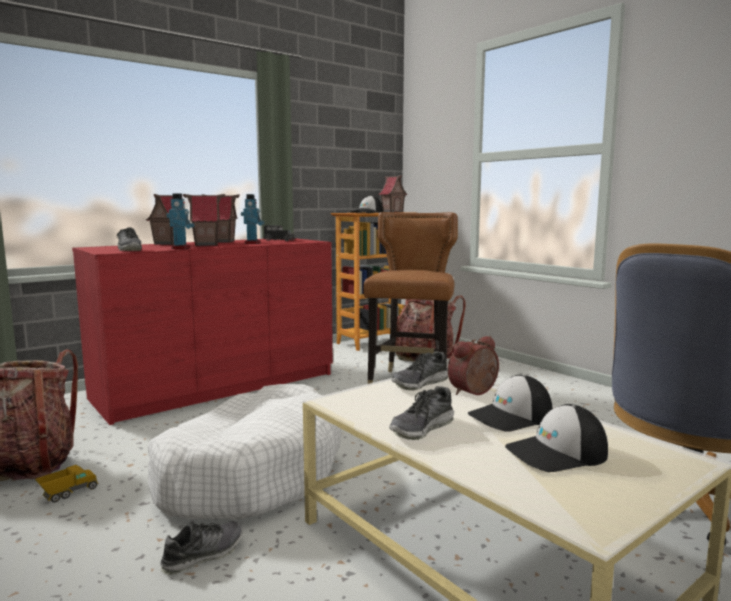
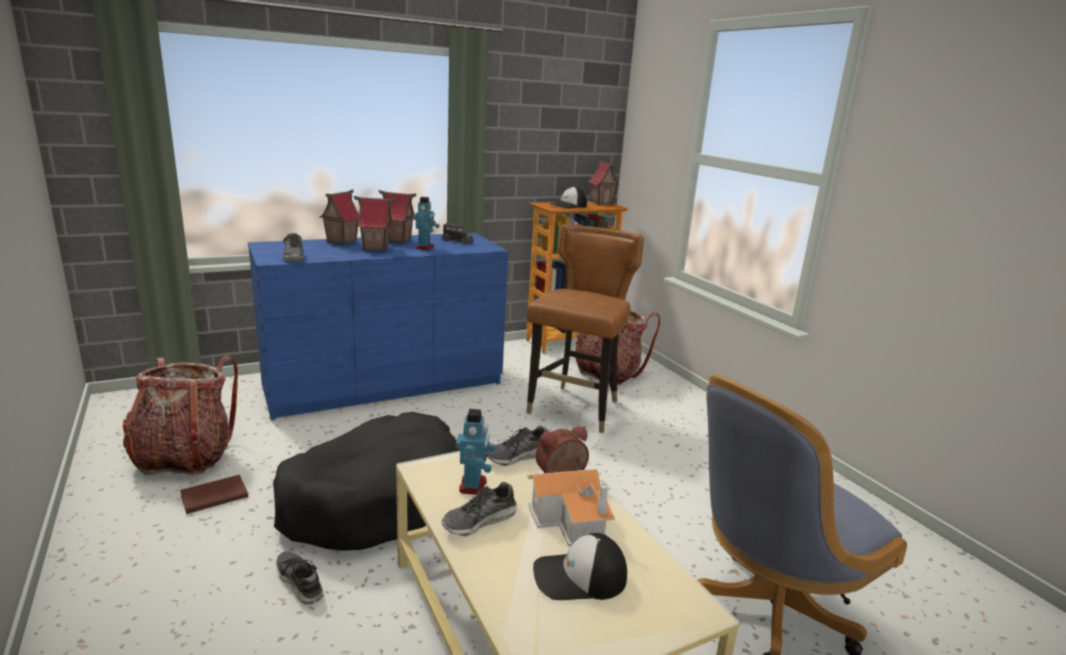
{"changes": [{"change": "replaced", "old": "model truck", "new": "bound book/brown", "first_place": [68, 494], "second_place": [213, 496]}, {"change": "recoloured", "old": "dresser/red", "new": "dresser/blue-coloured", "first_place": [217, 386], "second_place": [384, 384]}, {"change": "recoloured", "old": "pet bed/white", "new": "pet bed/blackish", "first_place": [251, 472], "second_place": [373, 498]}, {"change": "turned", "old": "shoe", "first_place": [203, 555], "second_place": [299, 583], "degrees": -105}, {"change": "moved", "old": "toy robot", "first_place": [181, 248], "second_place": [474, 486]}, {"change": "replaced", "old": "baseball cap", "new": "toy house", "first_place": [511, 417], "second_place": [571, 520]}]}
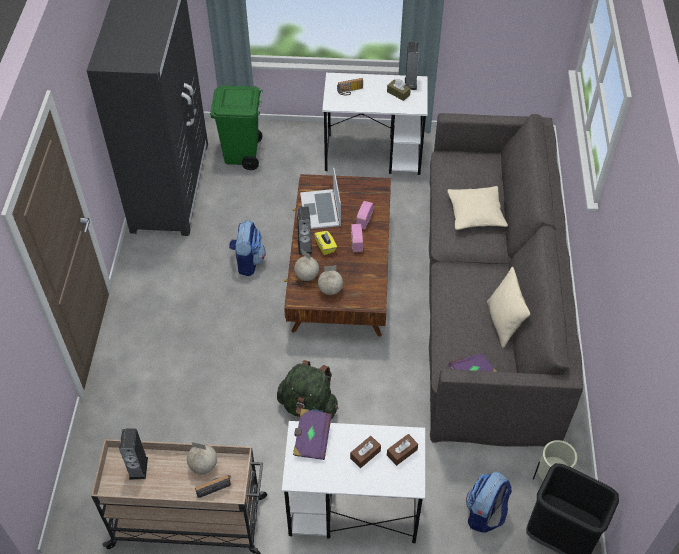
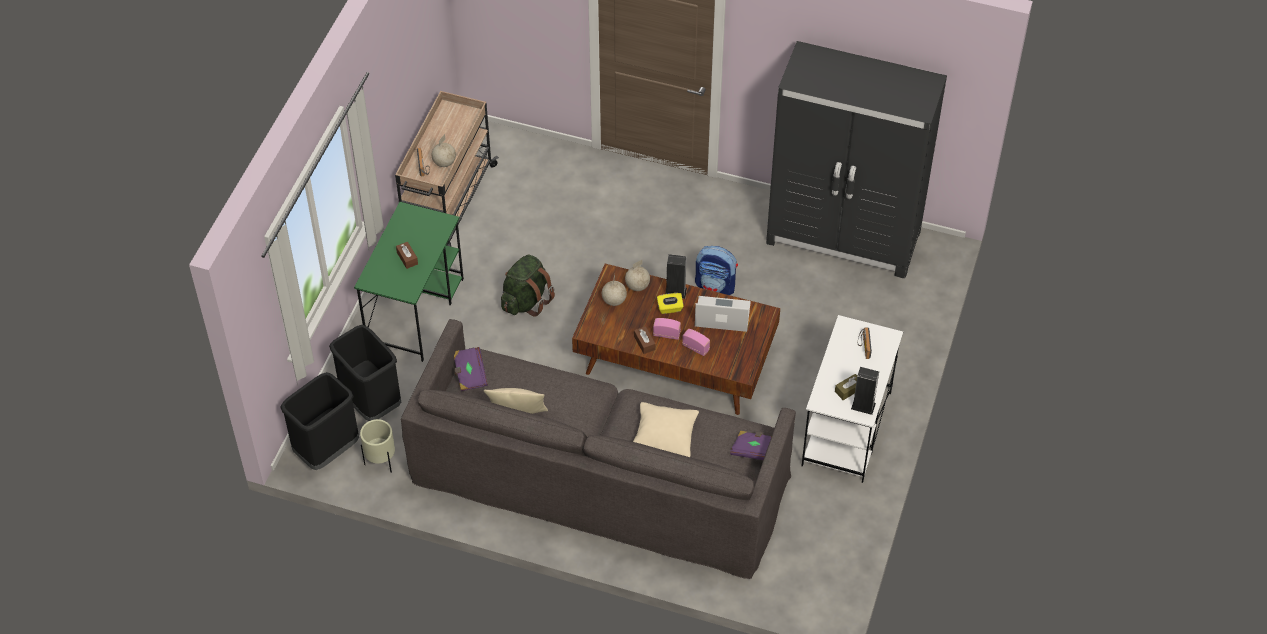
{"changes": [{"change": "removed", "old": "audio speaker", "first_place": [138, 468]}, {"change": "removed", "old": "waste bin/green", "first_place": [242, 155]}, {"change": "recoloured", "old": "desk table/white", "new": "desk table/green", "first_place": [352, 507], "second_place": [415, 311]}, {"change": "moved", "old": "bound book/purple-coloured", "first_place": [311, 439], "second_place": [754, 450]}, {"change": "moved", "old": "tissue holder/brown", "first_place": [402, 452], "second_place": [644, 343]}, {"change": "replaced", "old": "backpack", "new": "waste bin/blackish", "first_place": [485, 513], "second_place": [371, 403]}]}
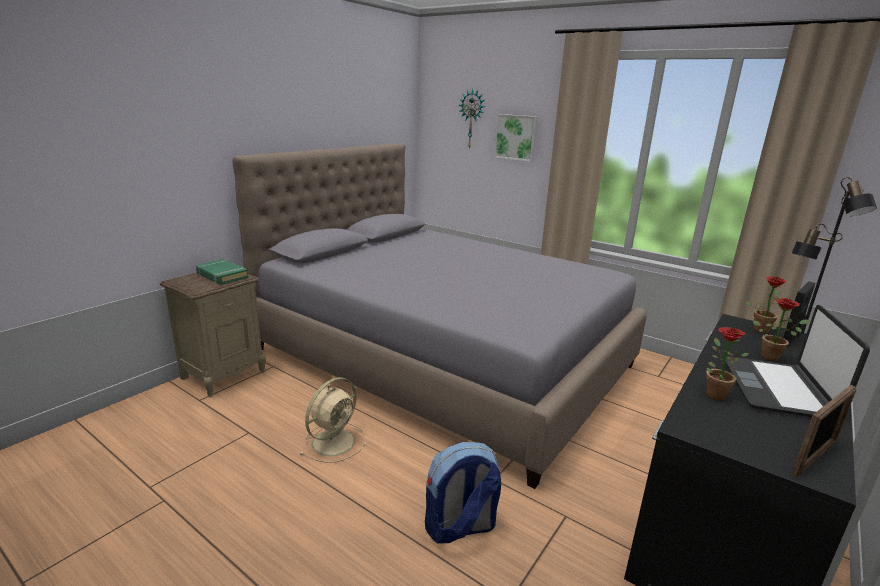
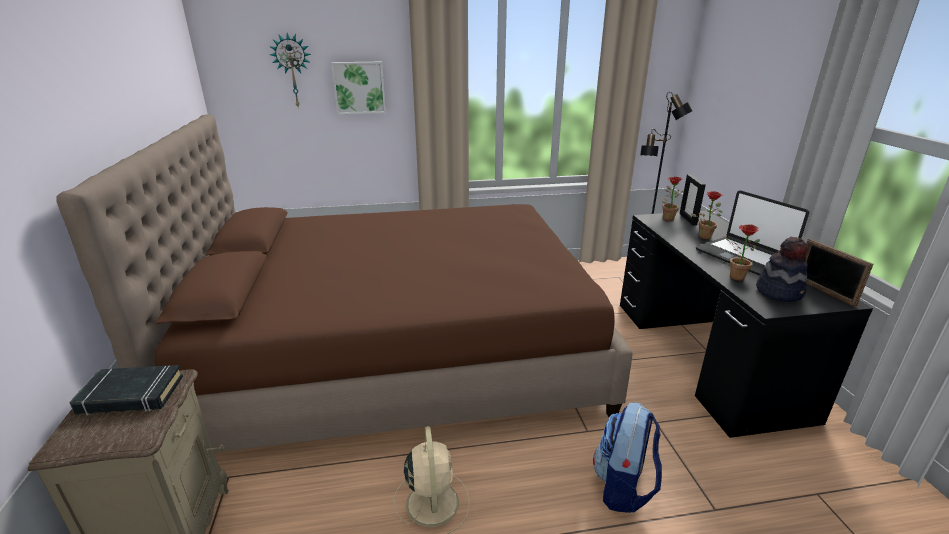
{"changes": [{"change": "recoloured", "old": "bound book/green", "new": "bound book/blackish", "first_place": [222, 275], "second_place": [131, 395]}, {"change": "recoloured", "old": "bed/grey", "new": "bed/brown", "first_place": [442, 357], "second_place": [399, 352]}, {"change": "turned", "old": "standing frame", "first_place": [814, 458], "second_place": [824, 291], "degrees": 150}, {"change": "added", "new": "wearable hat", "second_place": [779, 292]}]}
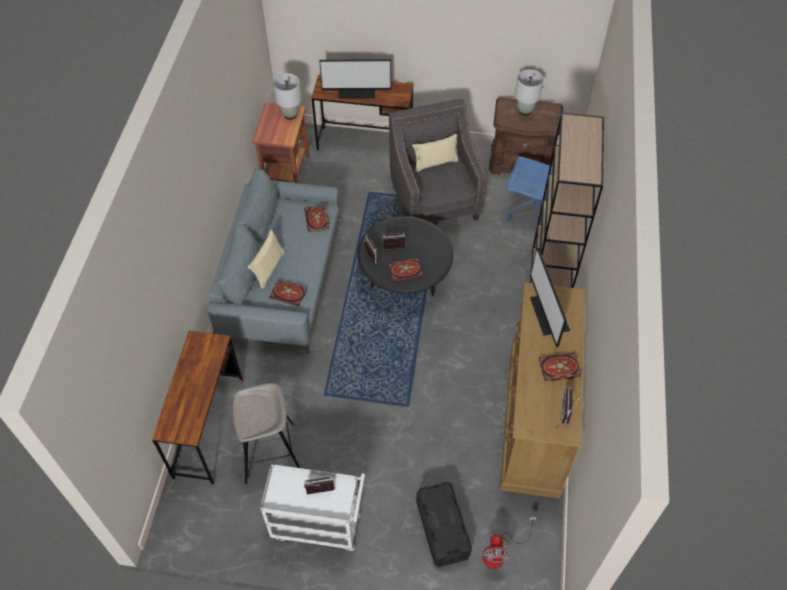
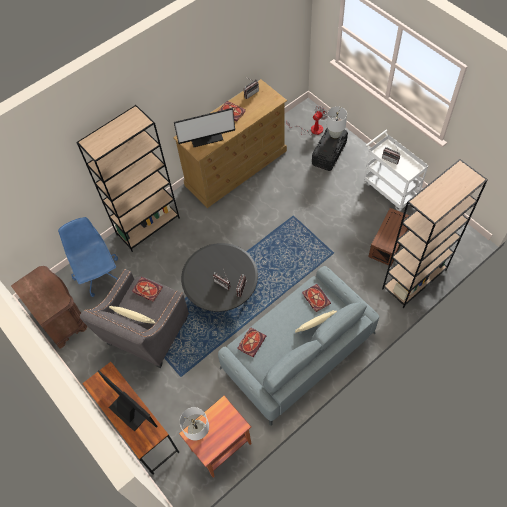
{"changes": [{"change": "replaced", "old": "desk table/brown", "new": "shelving unit/beige-coloured", "first_place": [208, 427], "second_place": [414, 280]}, {"change": "replaced", "old": "stool seat/grey", "new": "storage bin/brown", "first_place": [270, 453], "second_place": [388, 242]}, {"change": "moved", "old": "bound book", "first_place": [406, 270], "second_place": [146, 290]}, {"change": "moved", "old": "lamp for a table/white", "first_place": [524, 111], "second_place": [335, 135]}, {"change": "turned", "old": "computer screen", "first_place": [548, 314], "second_place": [206, 137], "degrees": 45}]}
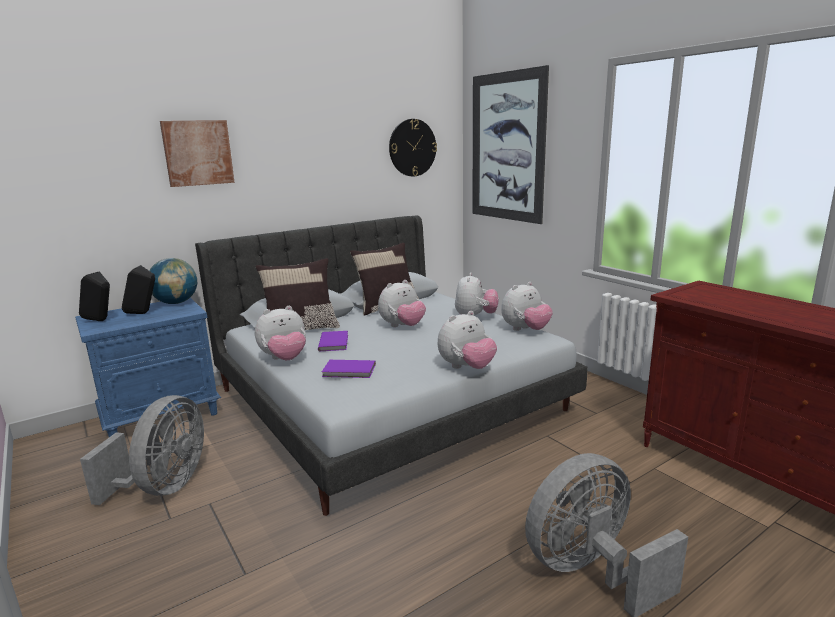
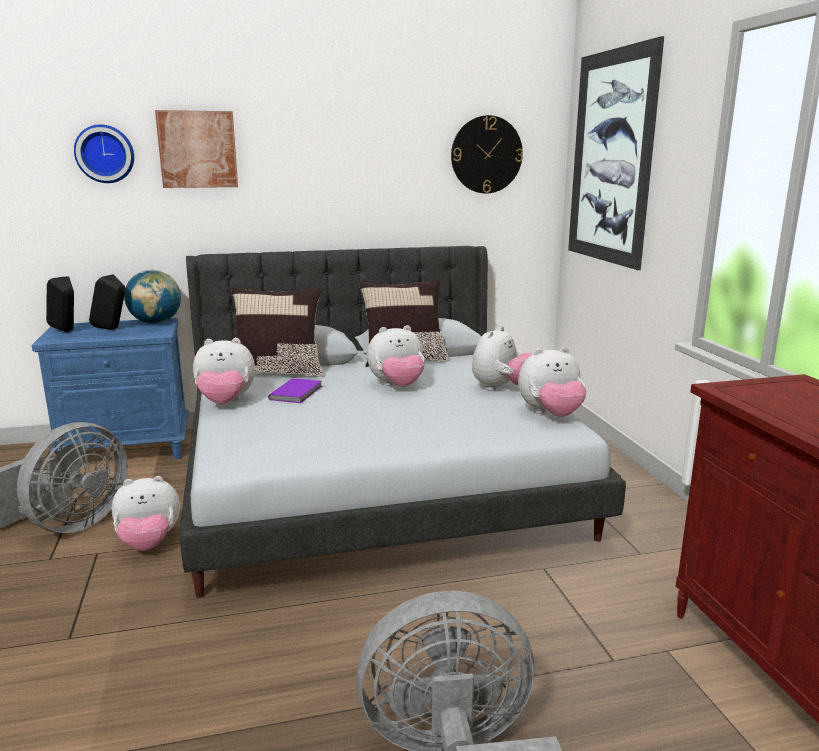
{"changes": [{"change": "removed", "old": "bound book/purple-coloured", "first_place": [349, 371]}, {"change": "moved", "old": "soft toy", "first_place": [466, 368], "second_place": [149, 543]}, {"change": "added", "new": "wall clock", "second_place": [105, 154]}]}
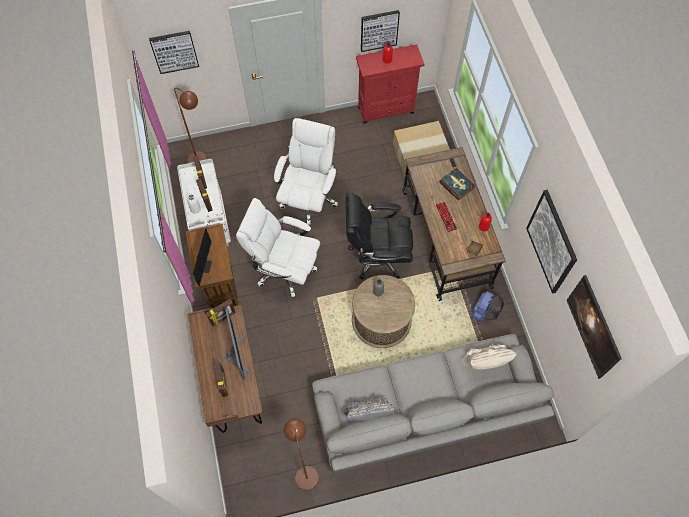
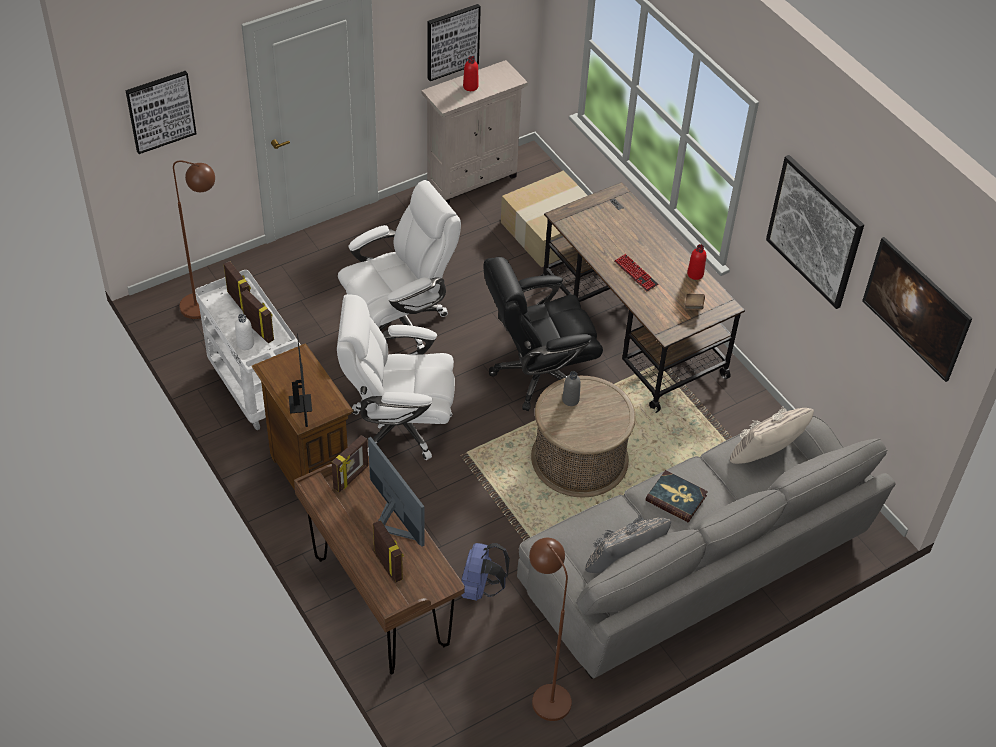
{"changes": [{"change": "turned", "old": "computer chair/white", "first_place": [308, 198], "second_place": [399, 321], "degrees": 60}, {"change": "recoloured", "old": "cupboard/red", "new": "cupboard/beige-coloured", "first_place": [386, 109], "second_place": [472, 179]}, {"change": "moved", "old": "bound book", "first_place": [457, 185], "second_place": [676, 498]}, {"change": "moved", "old": "backpack/blue-coloured", "first_place": [483, 313], "second_place": [481, 588]}]}
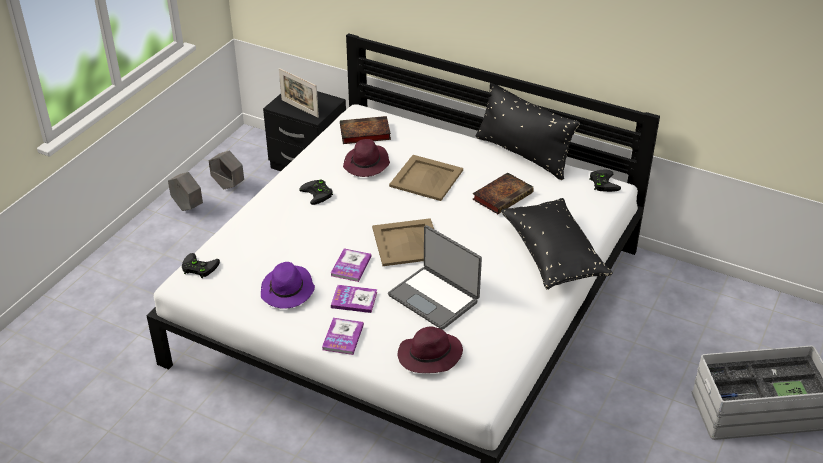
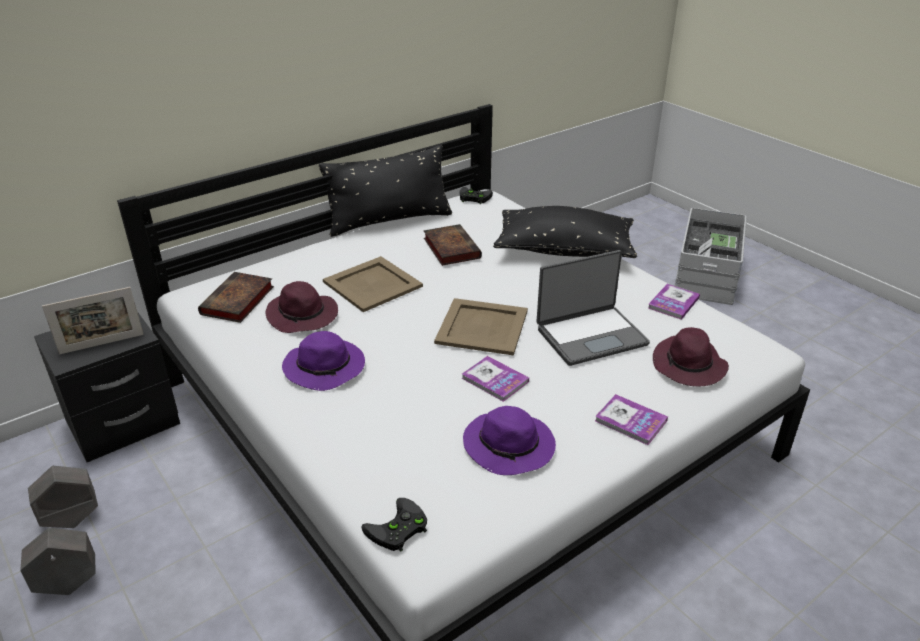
{"changes": [{"change": "replaced", "old": "game controller/blackish", "new": "wearable hat/purple-coloured", "first_place": [318, 194], "second_place": [326, 368]}, {"change": "moved", "old": "bound book", "first_place": [354, 300], "second_place": [673, 303]}]}
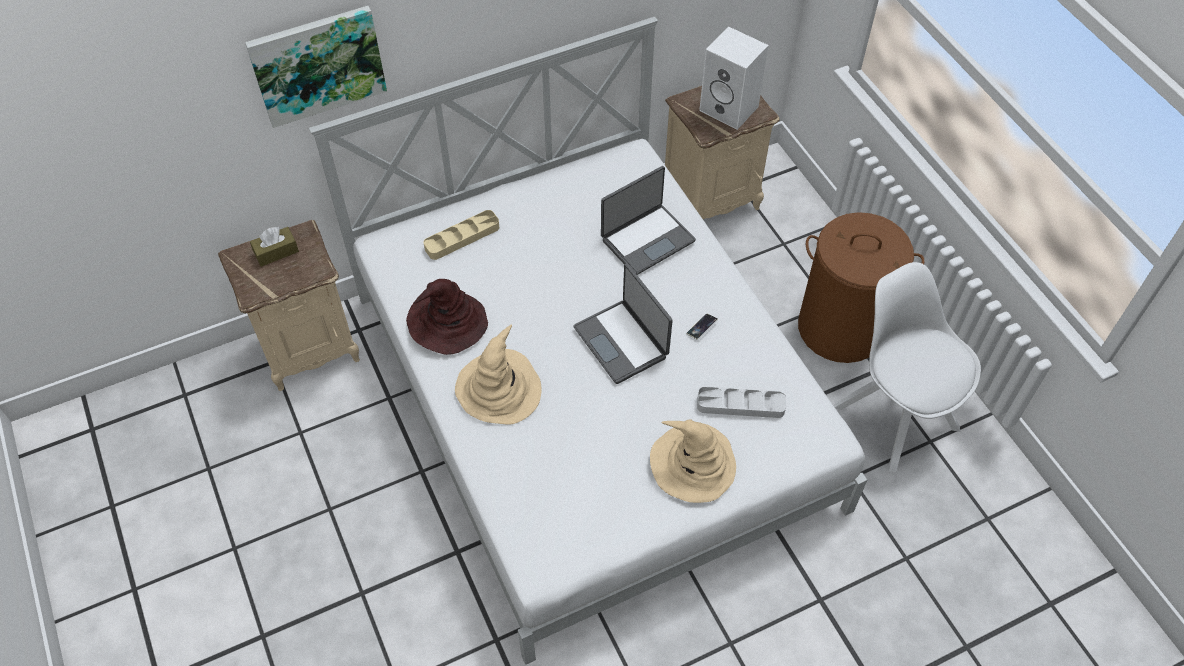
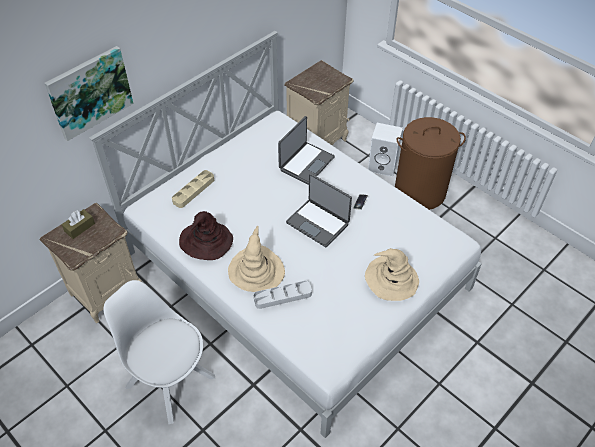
{"changes": [{"change": "moved", "old": "serving tray/grey", "first_place": [740, 405], "second_place": [282, 296]}, {"change": "moved", "old": "audio speaker/white", "first_place": [730, 108], "second_place": [383, 166]}, {"change": "moved", "old": "chair/white", "first_place": [894, 415], "second_place": [169, 380]}]}
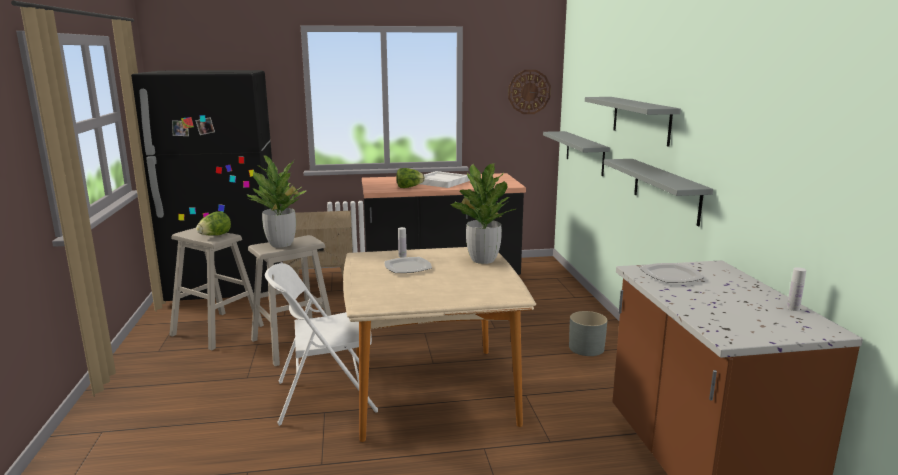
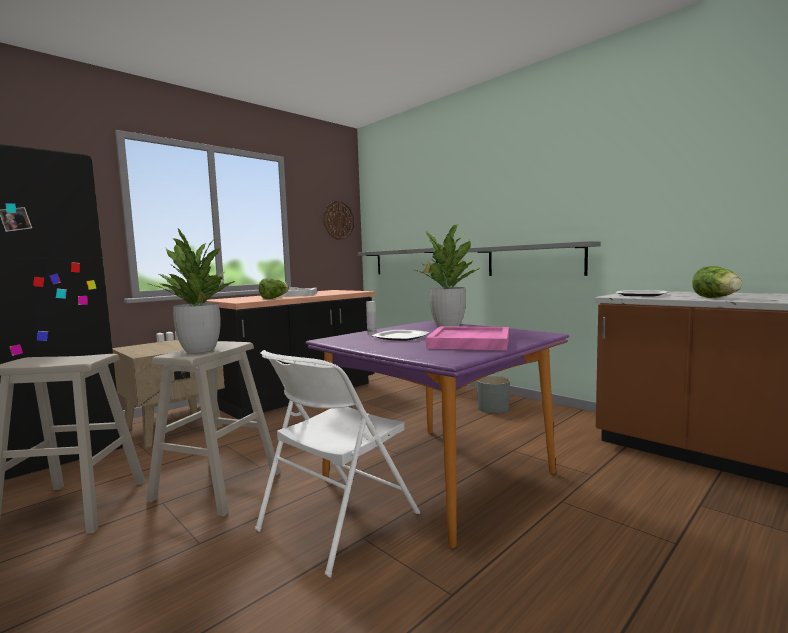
{"changes": [{"change": "moved", "old": "head of lettuce", "first_place": [215, 235], "second_place": [716, 298]}, {"change": "recoloured", "old": "dining table/beige-coloured", "new": "dining table/purple-coloured", "first_place": [431, 392], "second_place": [439, 476]}, {"change": "removed", "old": "shelf/grey", "first_place": [640, 119]}, {"change": "removed", "old": "drink bottle/white", "first_place": [793, 308]}, {"change": "added", "new": "serving tray/pinkish", "second_place": [469, 342]}]}
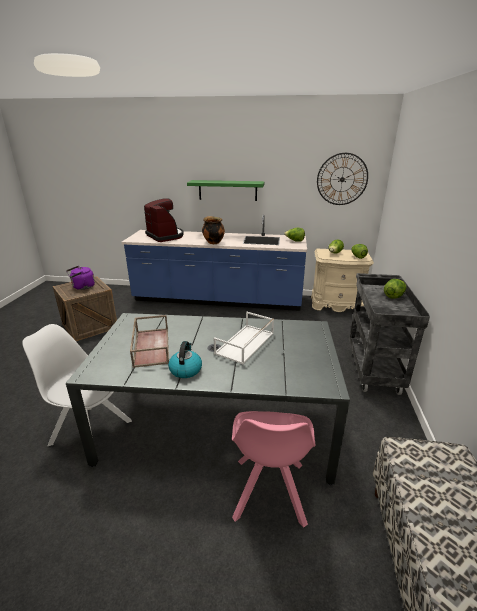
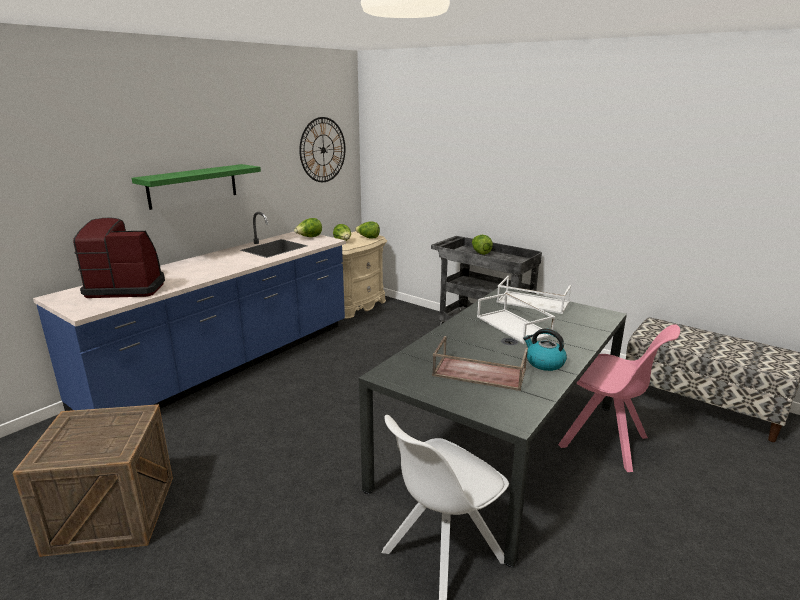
{"changes": [{"change": "removed", "old": "water kettle/purple-coloured", "first_place": [82, 287]}, {"change": "removed", "old": "cooking pot", "first_place": [213, 242]}, {"change": "added", "new": "serving tray/white", "second_place": [531, 302]}]}
